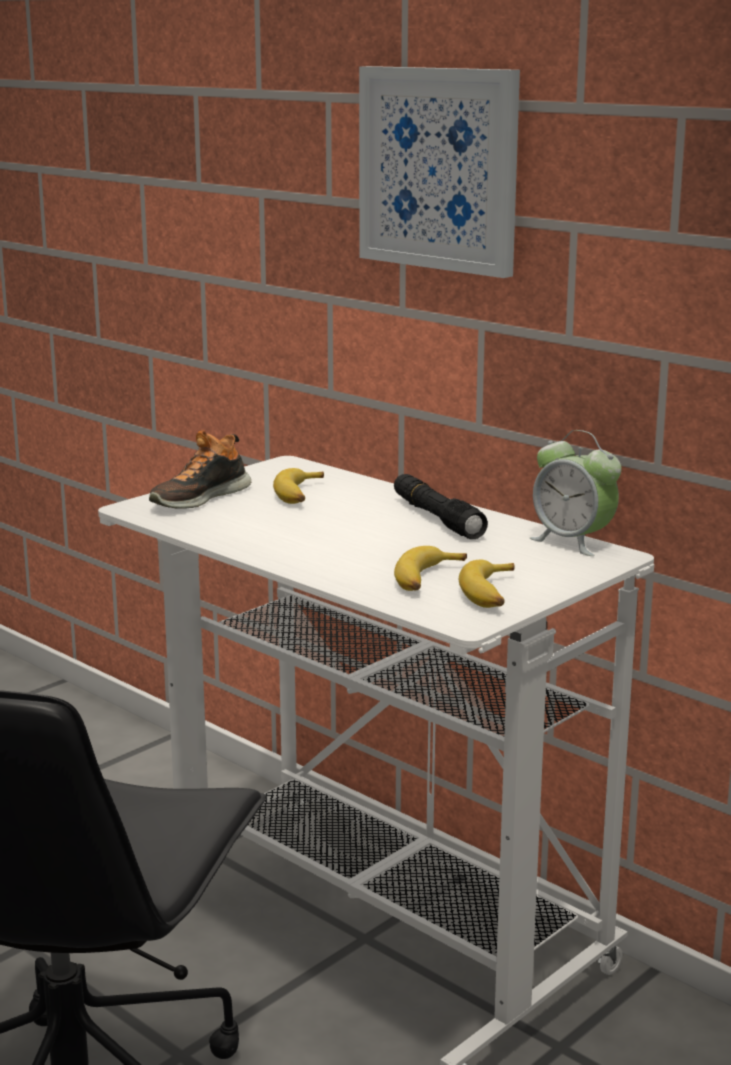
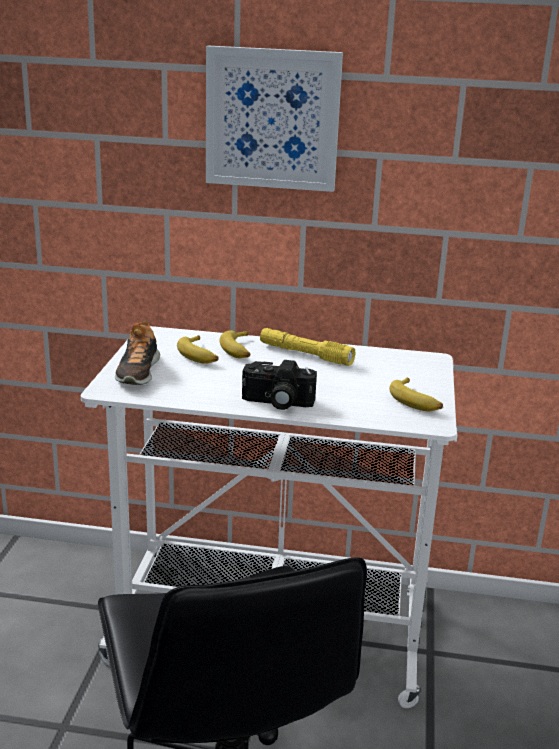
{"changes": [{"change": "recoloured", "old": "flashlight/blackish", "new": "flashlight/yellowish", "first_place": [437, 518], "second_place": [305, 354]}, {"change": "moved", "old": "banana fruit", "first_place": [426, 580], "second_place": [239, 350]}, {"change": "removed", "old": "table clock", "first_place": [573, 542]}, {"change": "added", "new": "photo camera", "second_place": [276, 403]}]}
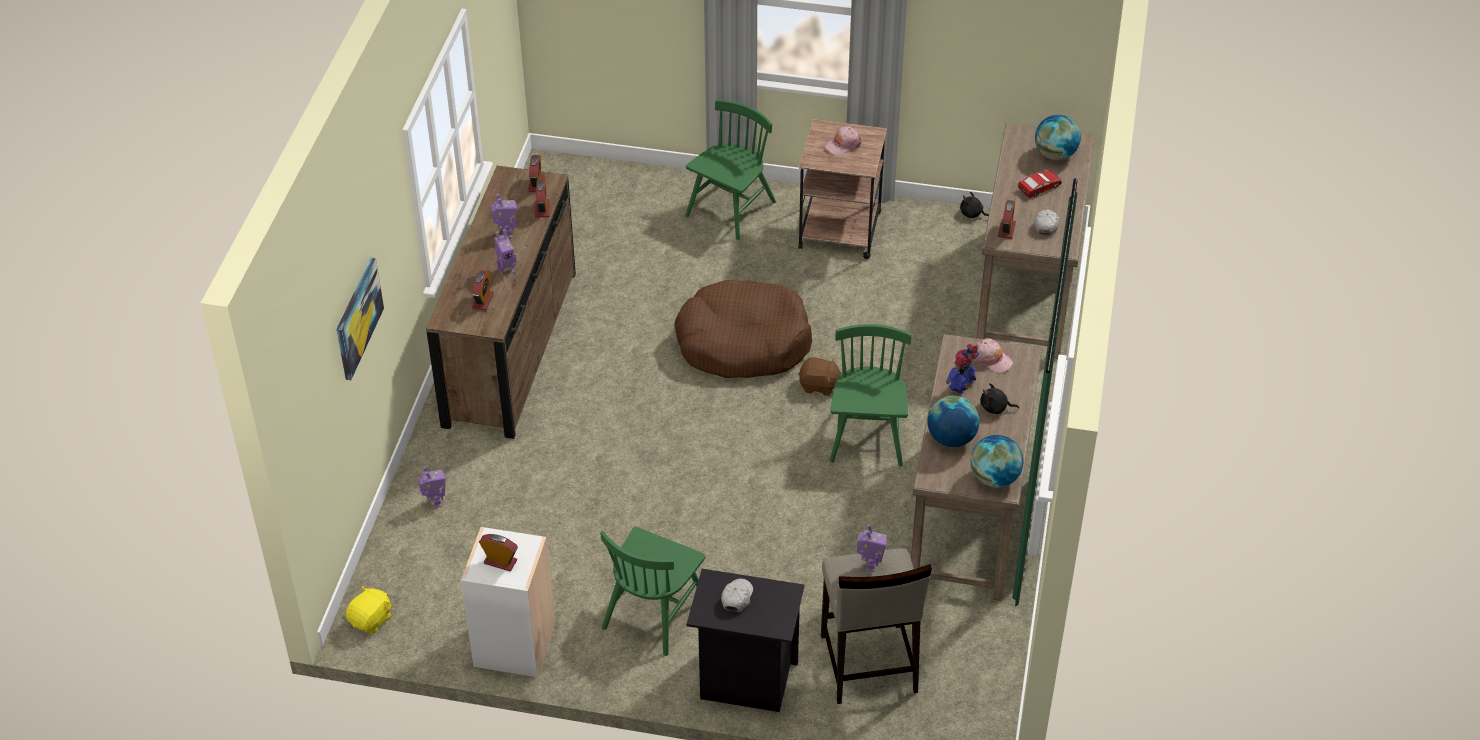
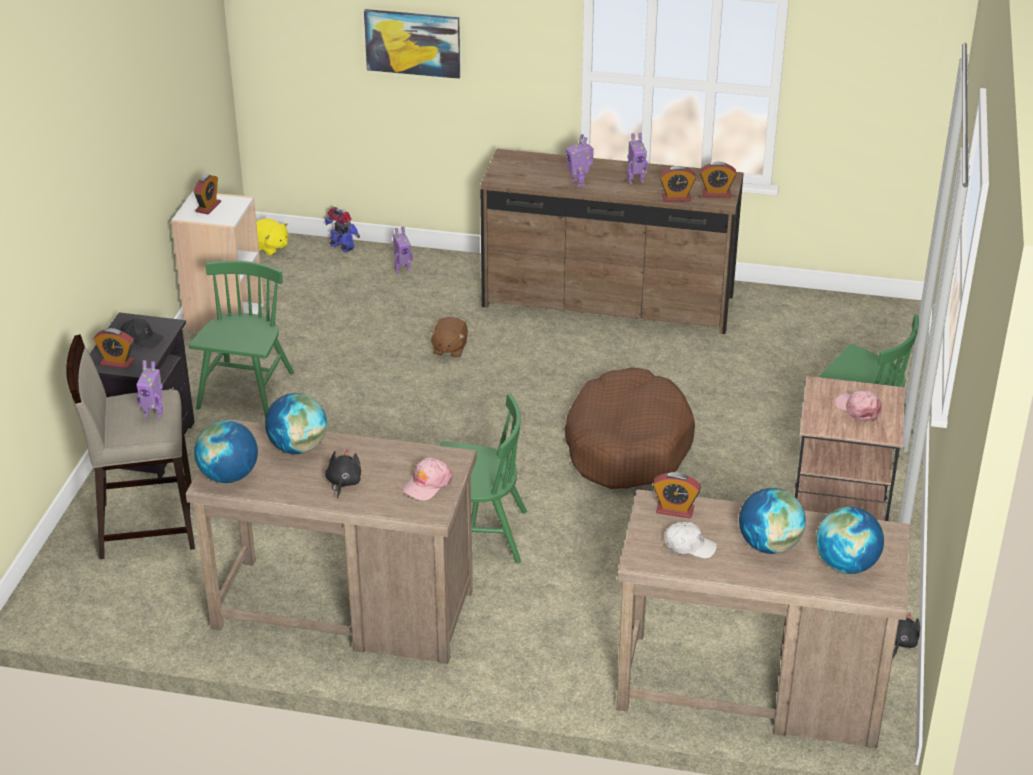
{"changes": [{"change": "moved", "old": "table clock", "first_place": [483, 301], "second_place": [117, 362]}, {"change": "turned", "old": "chair/green", "first_place": [654, 612], "second_place": [246, 391], "degrees": 75}, {"change": "recoloured", "old": "baseball cap/white", "new": "baseball cap/blackish", "first_place": [737, 597], "second_place": [141, 339]}, {"change": "moved", "old": "soft toy/brown", "first_place": [819, 385], "second_place": [449, 349]}, {"change": "moved", "old": "toy robot", "first_place": [962, 384], "second_place": [342, 247]}, {"change": "replaced", "old": "toy car", "new": "desk globe", "first_place": [1039, 187], "second_place": [769, 545]}]}
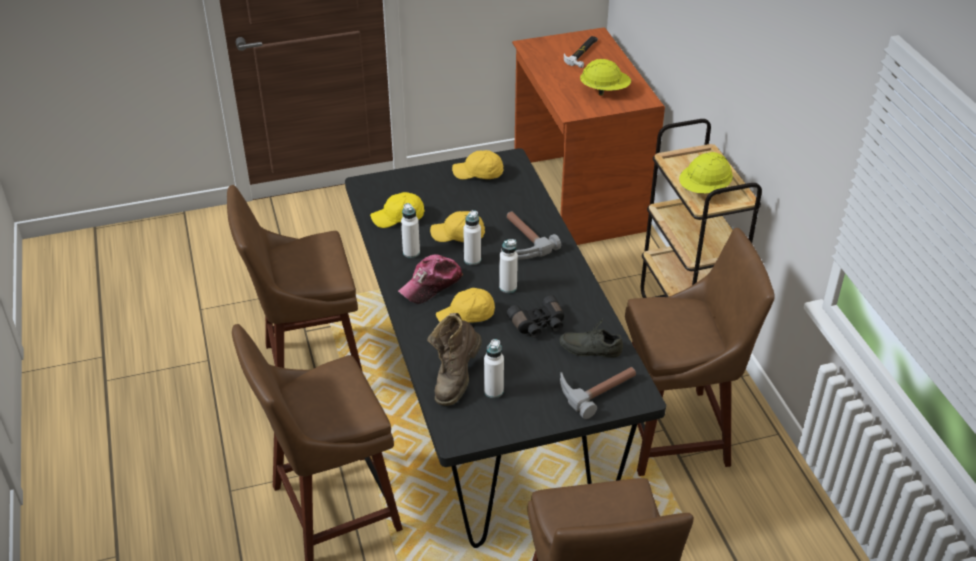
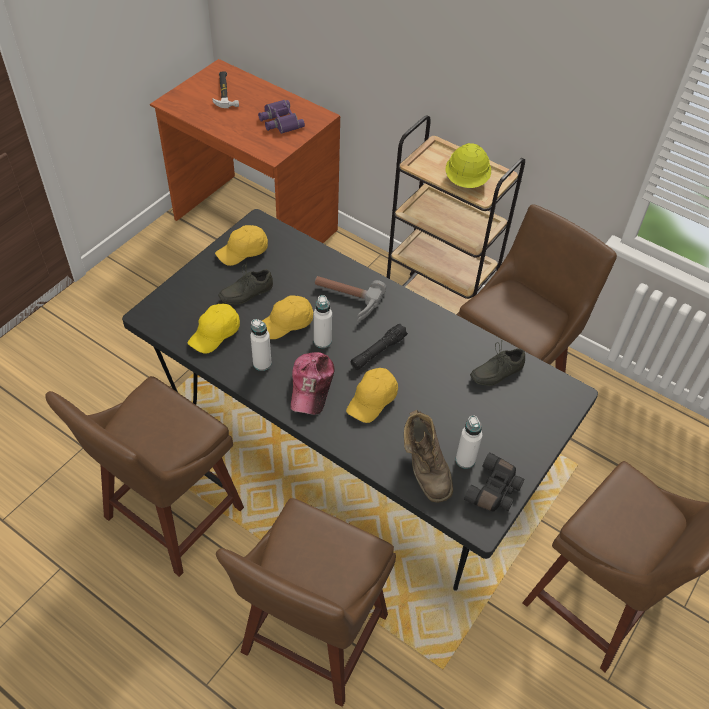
{"changes": [{"change": "replaced", "old": "drink bottle/white", "new": "flashlight/blackish", "first_place": [508, 287], "second_place": [378, 352]}, {"change": "moved", "old": "field glasses/blackish", "first_place": [538, 325], "second_place": [495, 491]}, {"change": "removed", "old": "hand hammer", "first_place": [596, 388]}, {"change": "replaced", "old": "hard hat/yellowish", "new": "field glasses/purple-coloured", "first_place": [604, 90], "second_place": [279, 121]}, {"change": "added", "new": "shoe/grey", "second_place": [245, 291]}]}
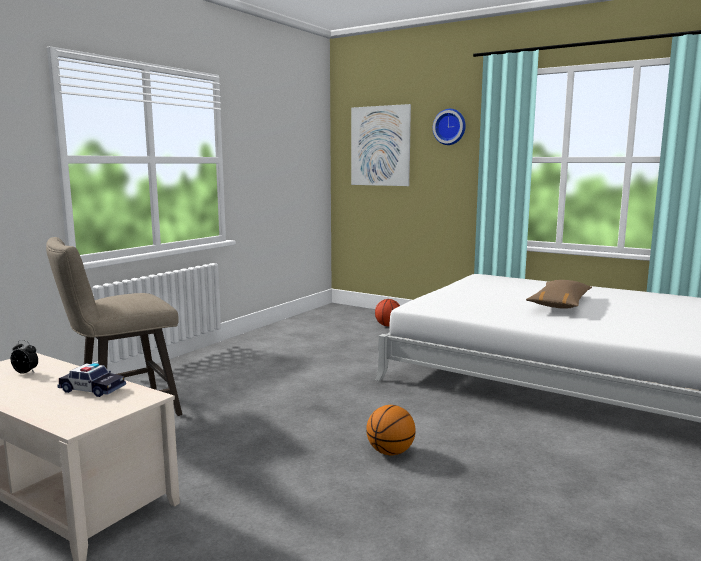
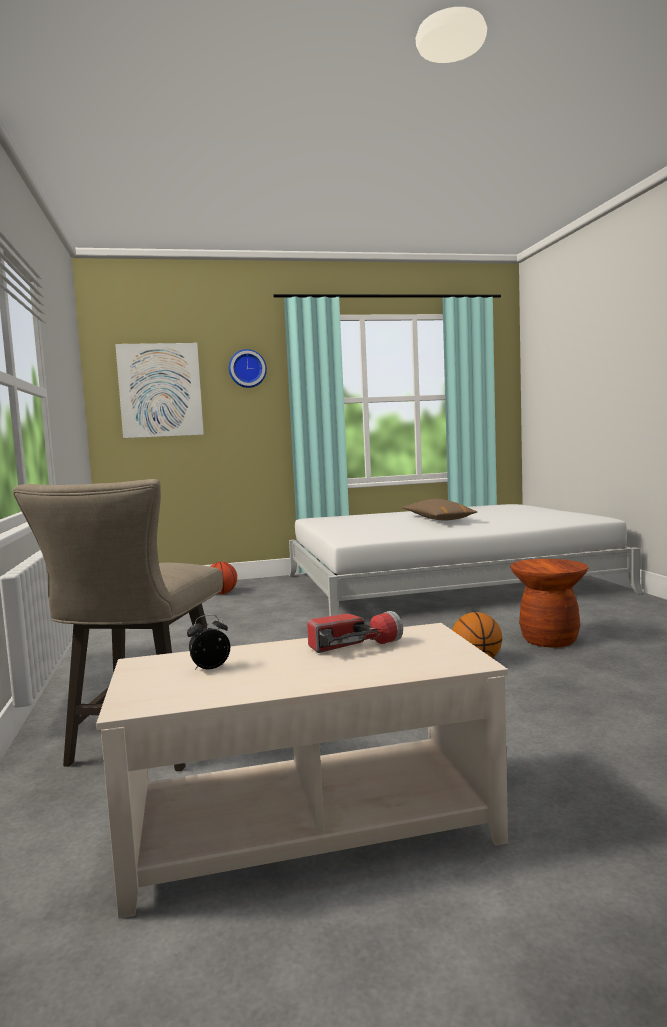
{"changes": [{"change": "replaced", "old": "toy car", "new": "flashlight", "first_place": [92, 389], "second_place": [355, 646]}, {"change": "added", "new": "stool seat/brown", "second_place": [549, 640]}]}
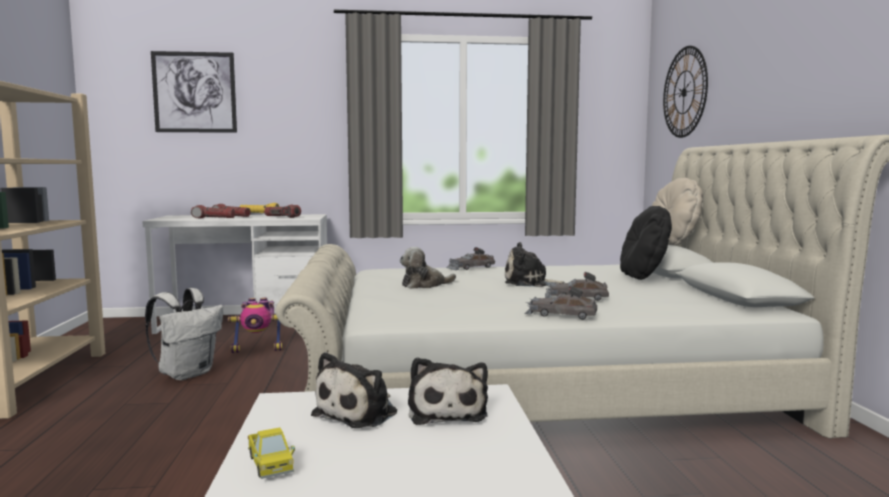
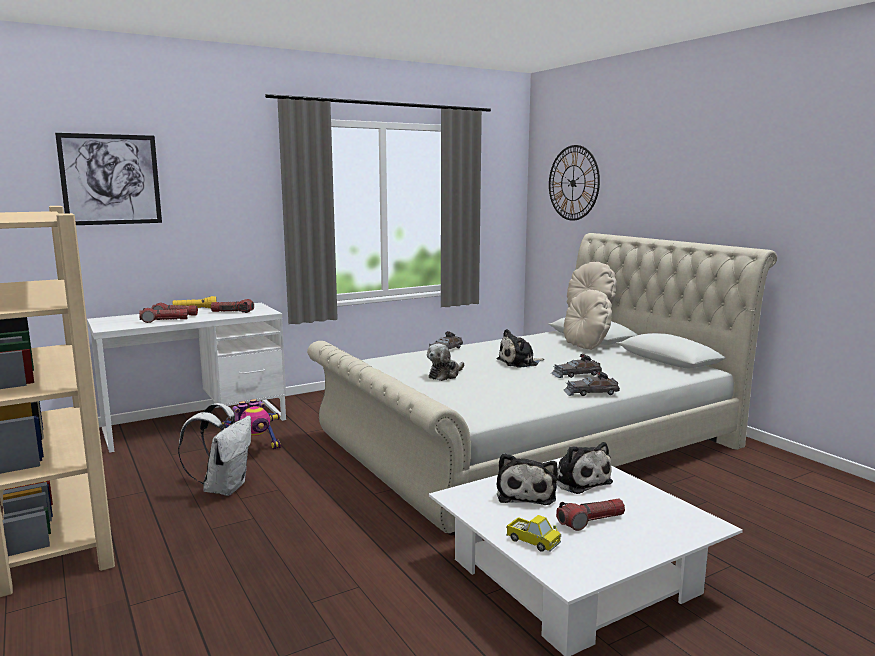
{"changes": [{"change": "recoloured", "old": "pillow/blackish", "new": "pillow/beige-coloured", "first_place": [643, 278], "second_place": [586, 346]}, {"change": "added", "new": "flashlight", "second_place": [590, 521]}]}
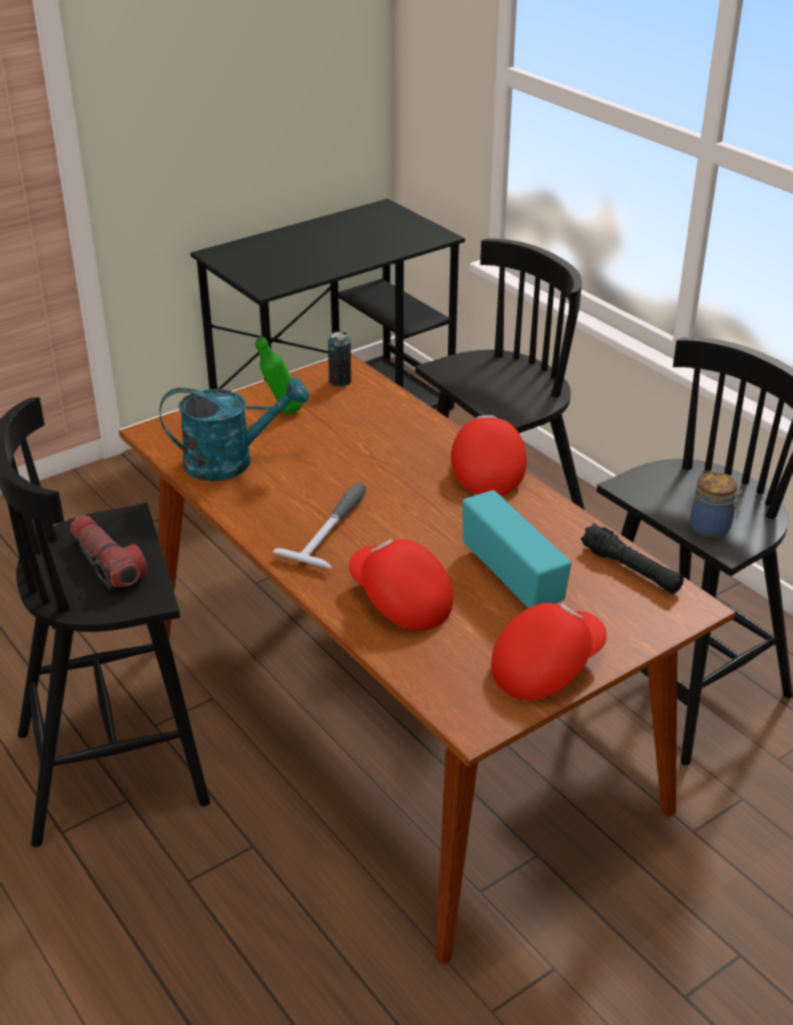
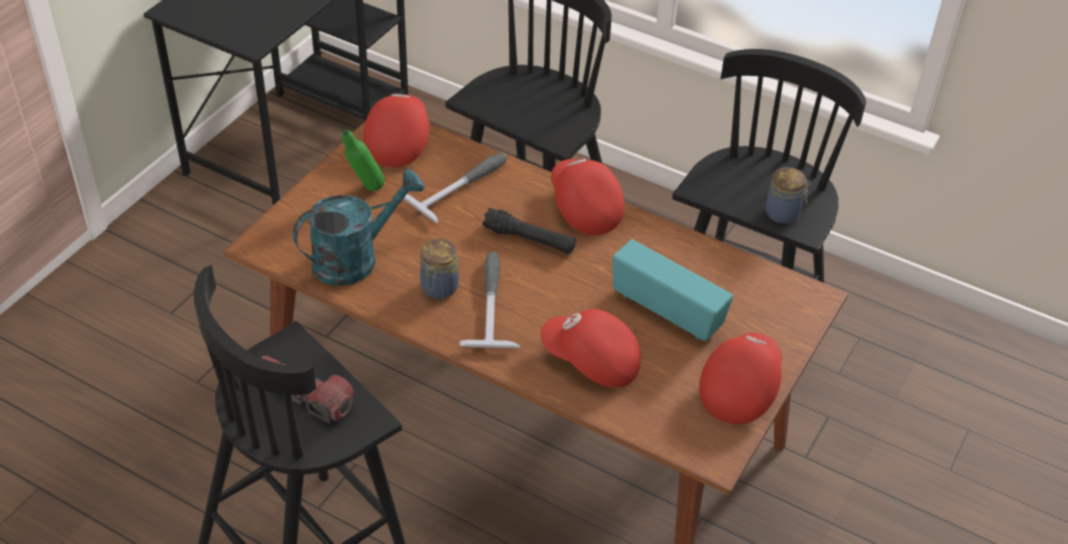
{"changes": [{"change": "replaced", "old": "sealed can", "new": "baseball cap/red", "first_place": [340, 381], "second_place": [397, 141]}, {"change": "moved", "old": "flashlight/blackish", "first_place": [631, 569], "second_place": [529, 239]}, {"change": "added", "new": "hand hammer", "second_place": [463, 187]}, {"change": "added", "new": "preserve jar", "second_place": [438, 288]}]}
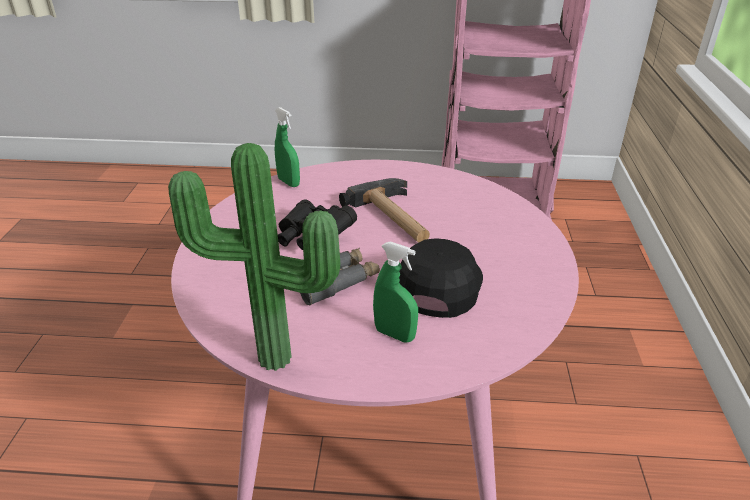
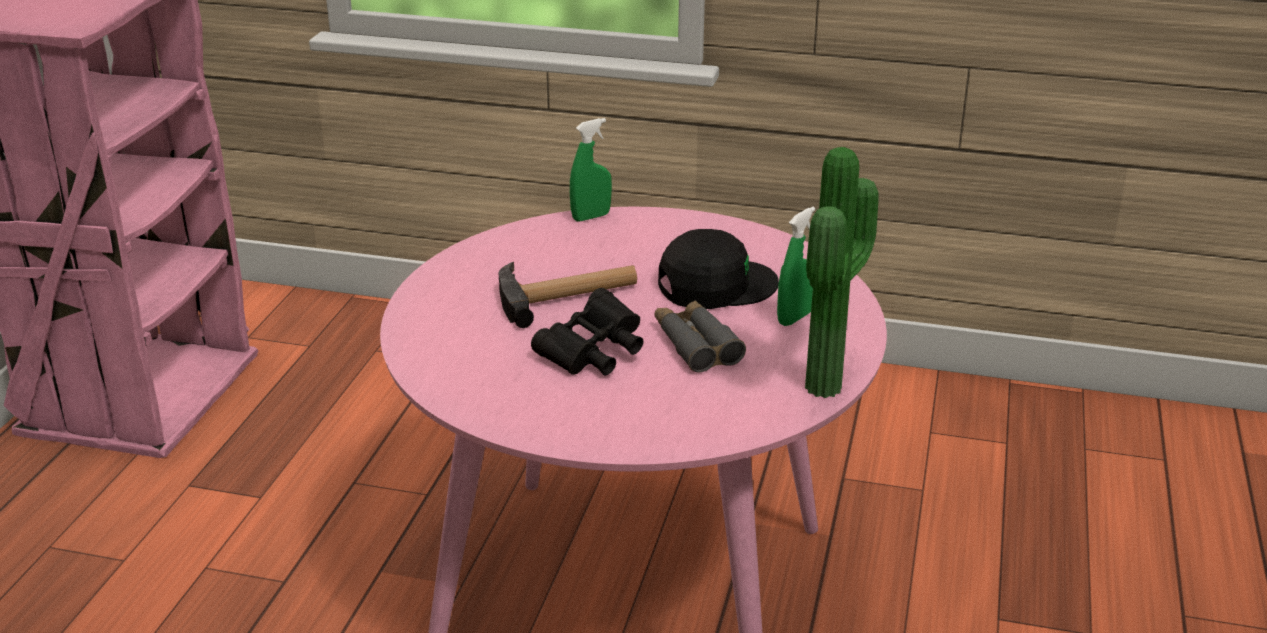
{"changes": [{"change": "moved", "old": "sprayer/green", "first_place": [289, 182], "second_place": [591, 217]}, {"change": "turned", "old": "baseball cap/blackish", "first_place": [439, 284], "second_place": [715, 285], "degrees": 135}]}
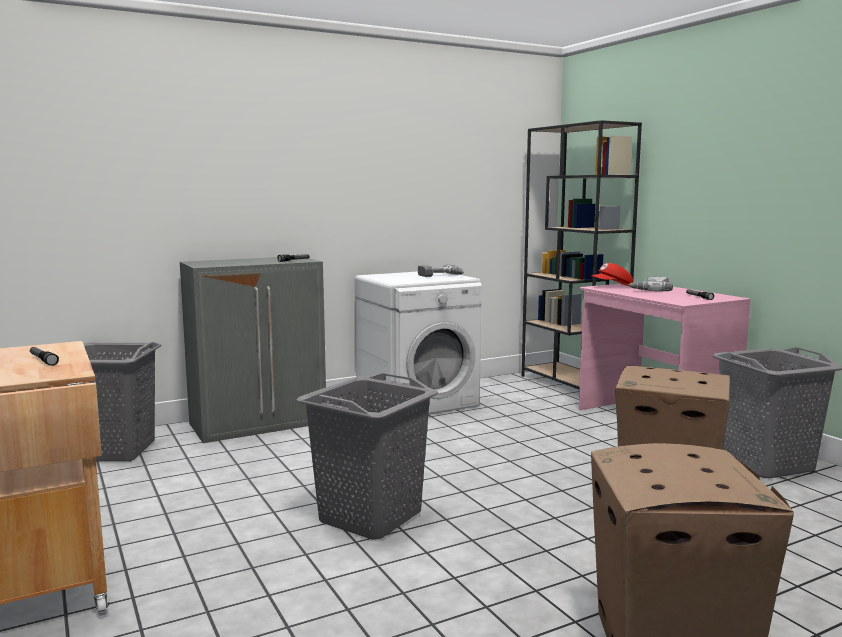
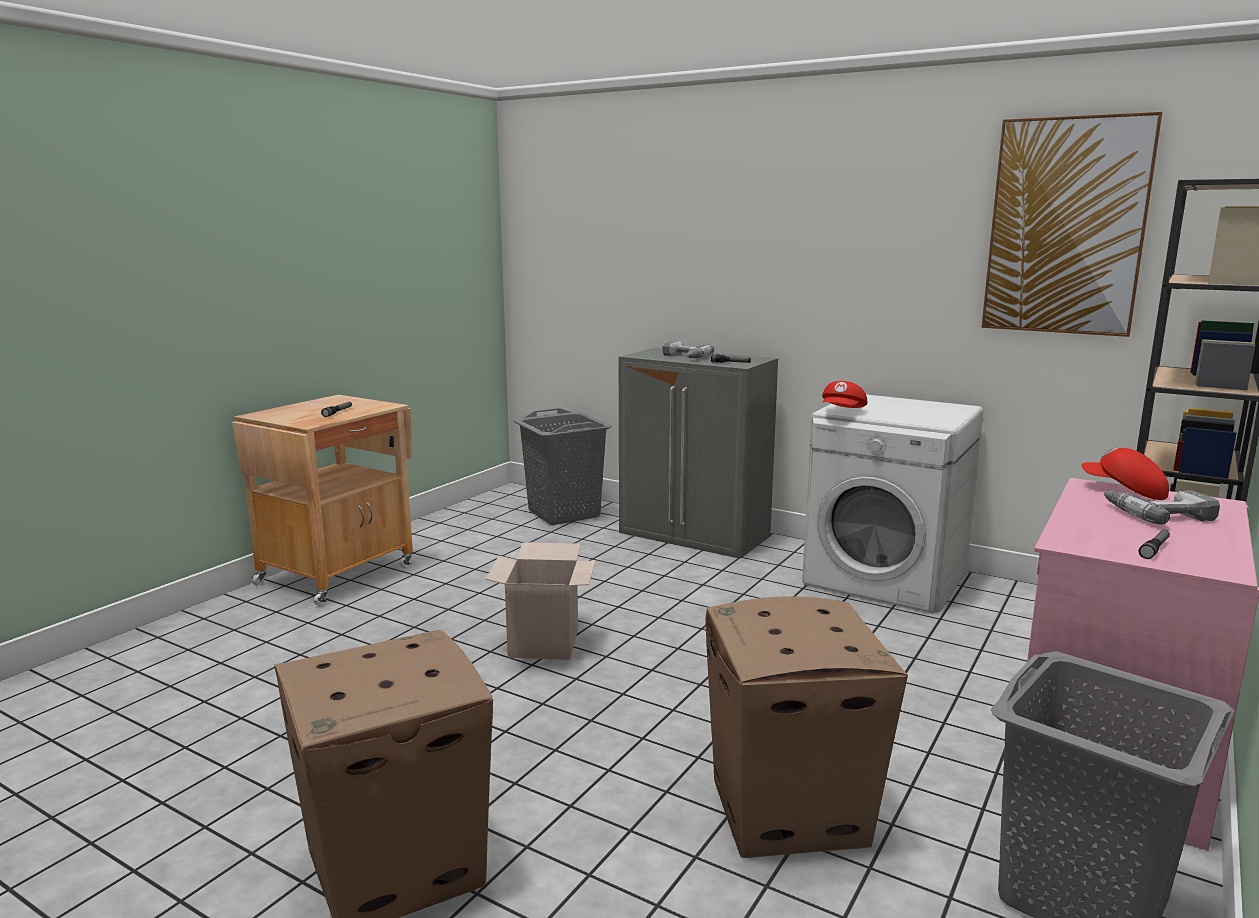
{"changes": [{"change": "replaced", "old": "hamper/grey", "new": "carton", "first_place": [371, 517], "second_place": [544, 643]}, {"change": "moved", "old": "drill", "first_place": [441, 276], "second_place": [683, 357]}, {"change": "added", "new": "baseball cap/red", "second_place": [843, 412]}, {"change": "added", "new": "wall picture", "second_place": [1066, 227]}]}
